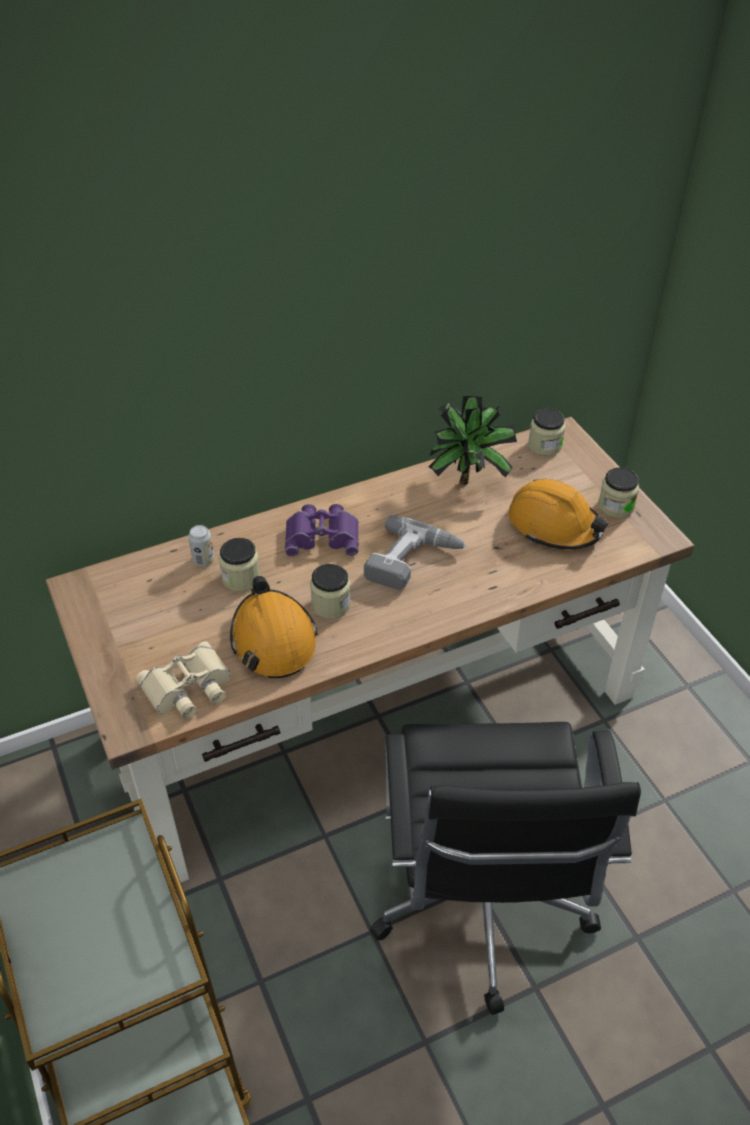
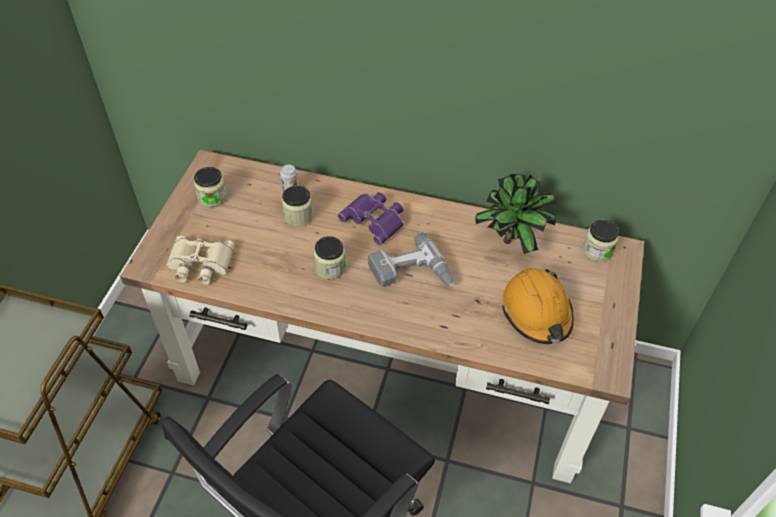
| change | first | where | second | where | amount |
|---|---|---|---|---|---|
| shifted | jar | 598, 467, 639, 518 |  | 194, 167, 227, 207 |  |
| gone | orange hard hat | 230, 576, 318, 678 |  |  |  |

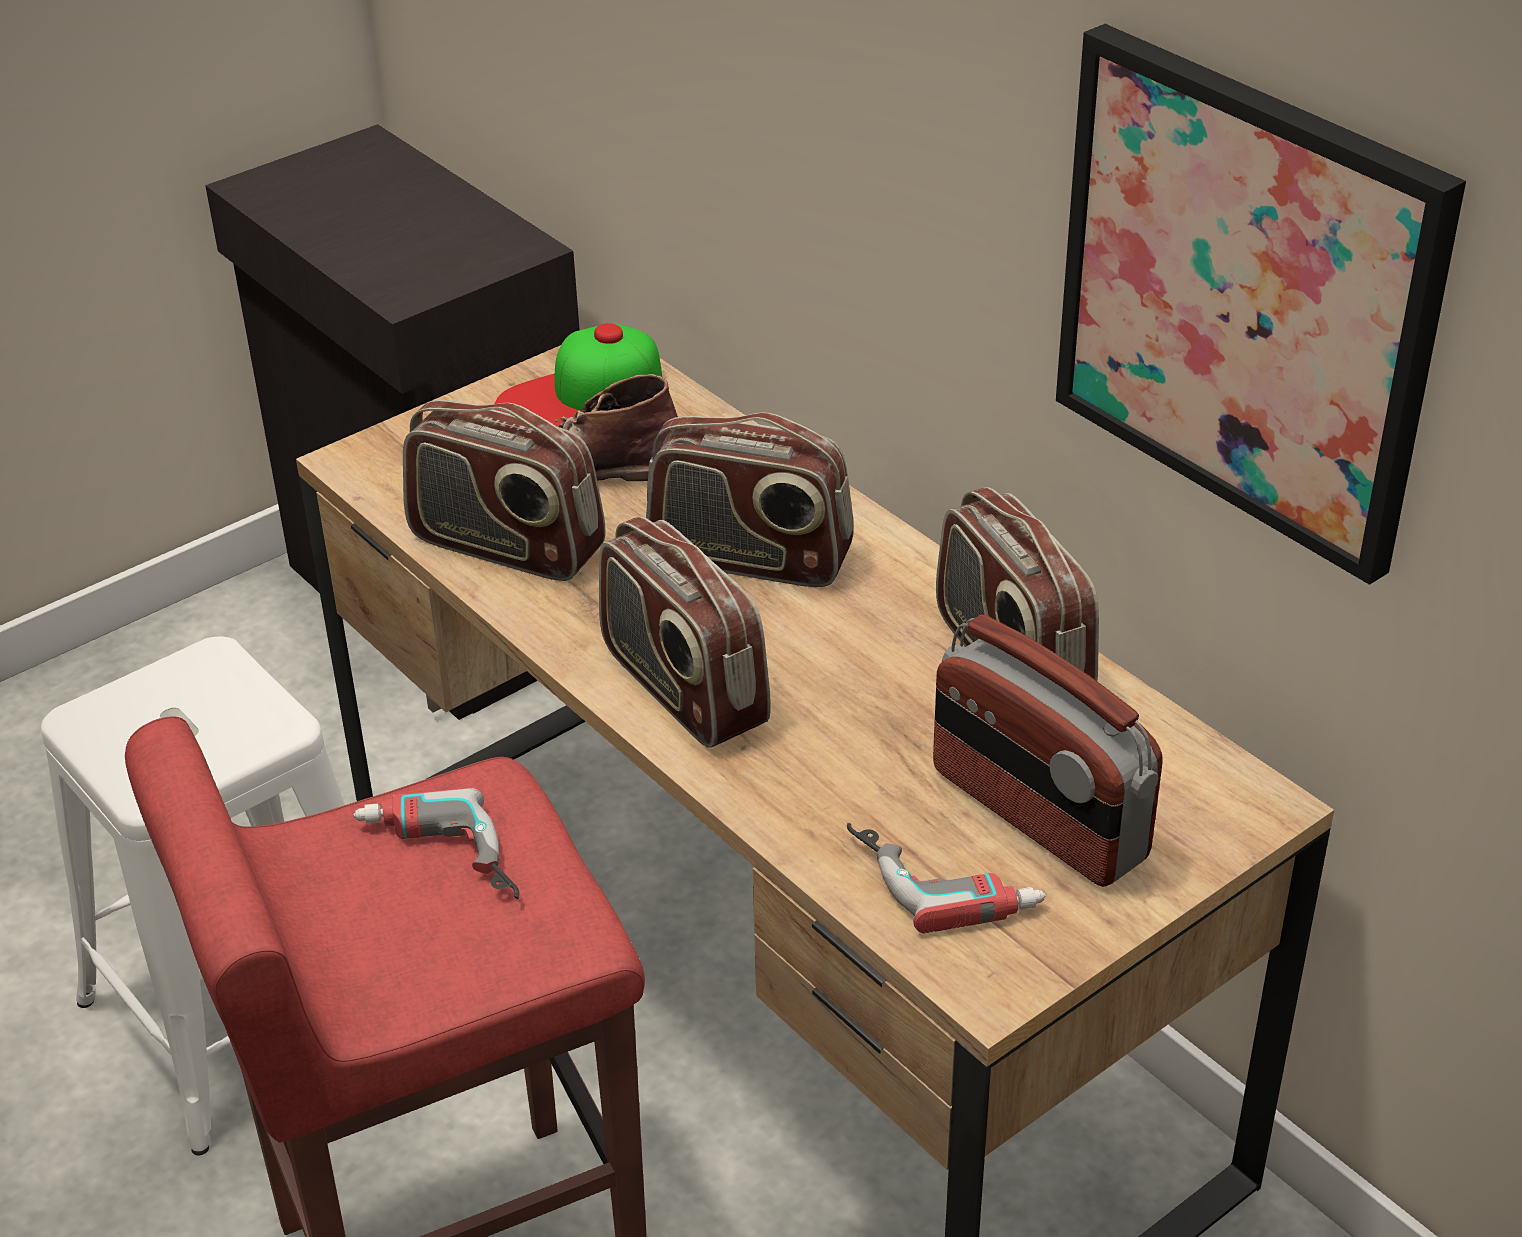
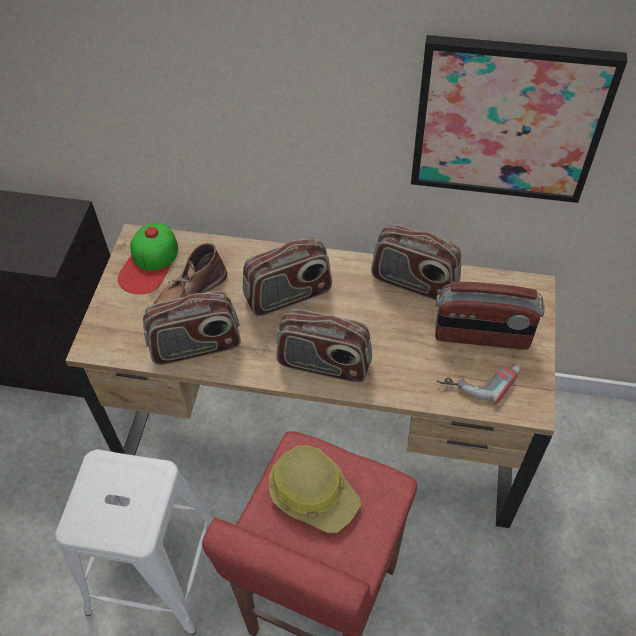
| change | first | where | second | where | amount |
|---|---|---|---|---|---|
| swapped | power drill | 354, 787, 519, 899 | hard hat | 269, 445, 361, 533 |  |

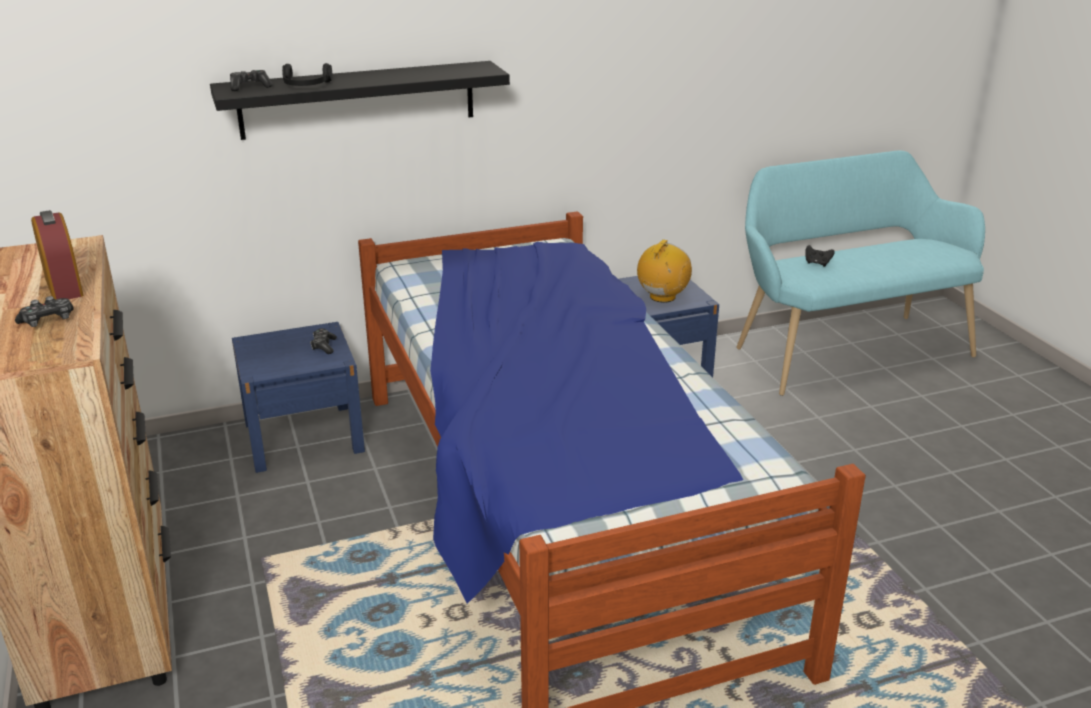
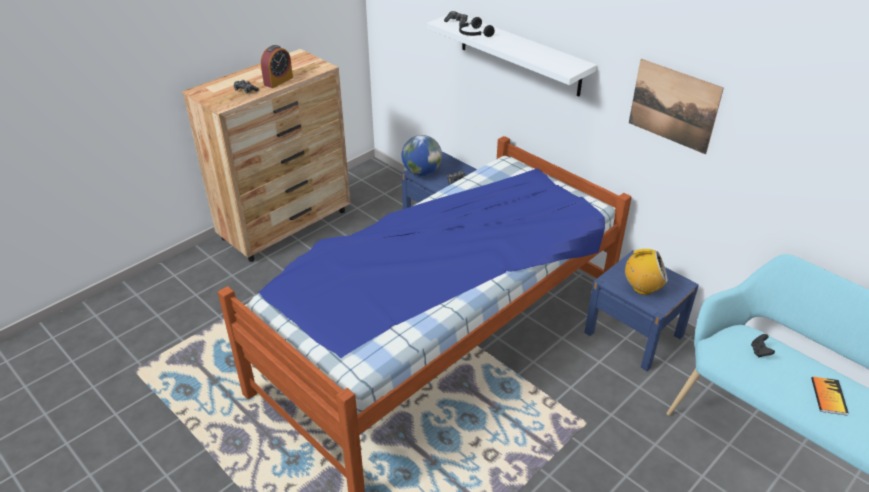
| change | first | where | second | where | amount |
|---|---|---|---|---|---|
| new |  |  | globe | 402, 135, 442, 176 |  |
| repainted | black shelf | 210, 61, 510, 140 | white shelf | 427, 15, 597, 96 |  |
| new |  |  | picture | 629, 59, 724, 154 |  |
| new |  |  | book | 811, 377, 848, 416 |  |

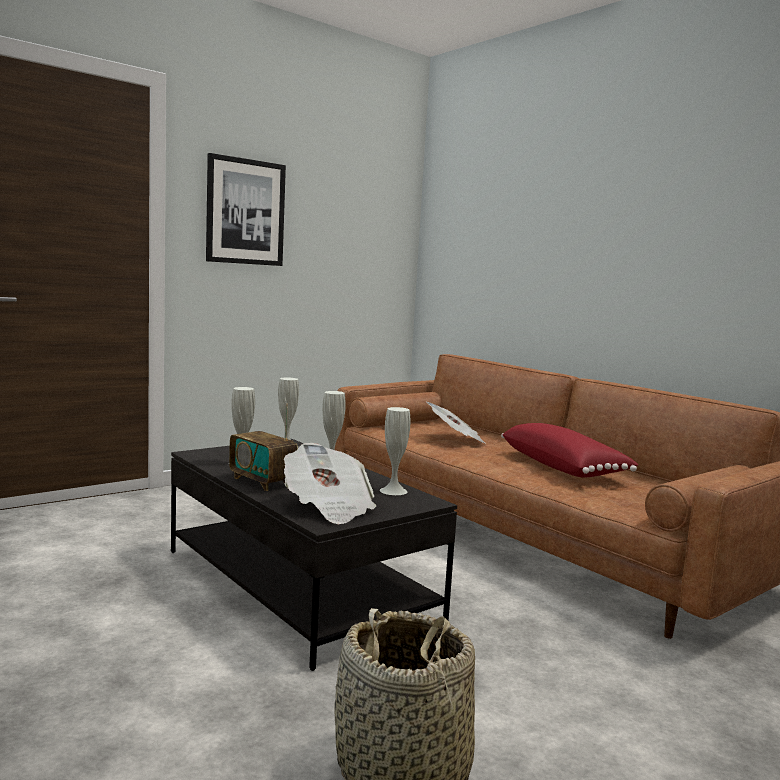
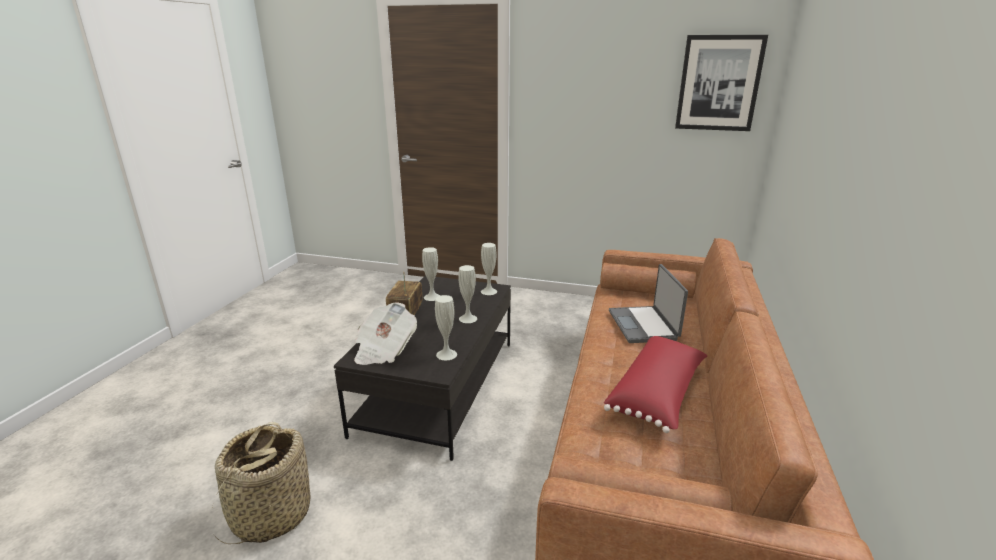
| change | first | where | second | where | amount |
|---|---|---|---|---|---|
| swapped | newspaper | 426, 402, 485, 443 | laptop | 609, 264, 688, 343 |  |
| shifted | picture | 206, 153, 286, 266 |  | 675, 35, 768, 131 |  |

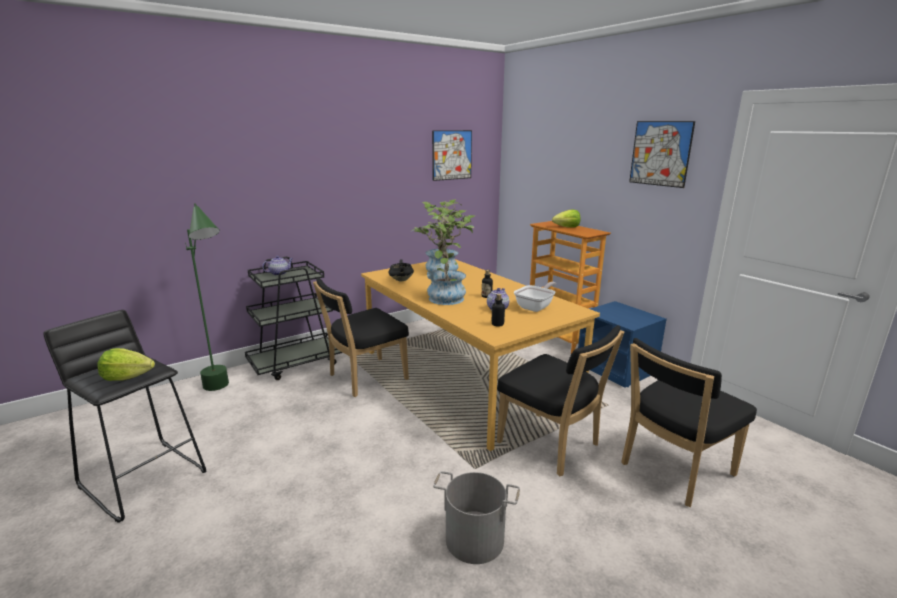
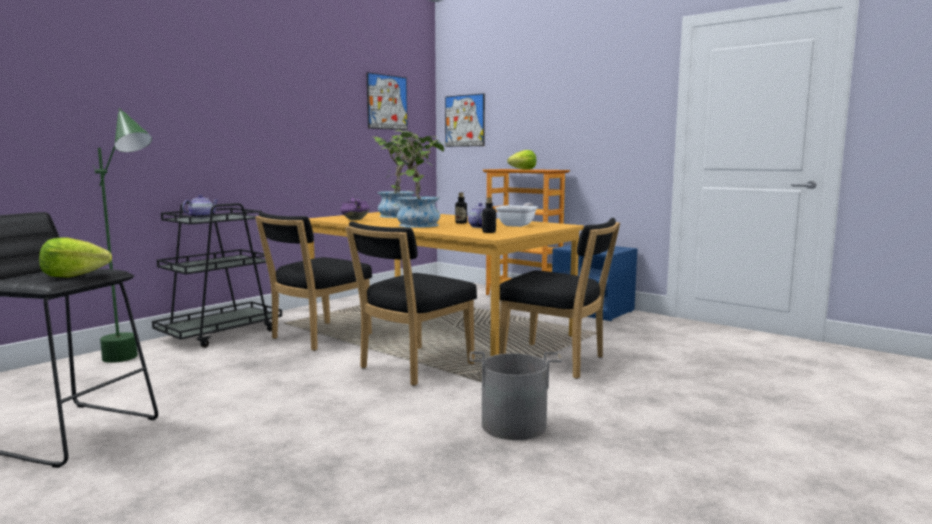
| change | first | where | second | where | amount |
|---|---|---|---|---|---|
| repainted | black cooking pot | 389, 259, 414, 281 | purple cooking pot | 340, 198, 370, 220 |  |
| shifted | black chair | 621, 338, 757, 507 |  | 345, 221, 477, 386 |  |
| shifted | picture | 629, 121, 695, 188 |  | 445, 93, 485, 147 |  |

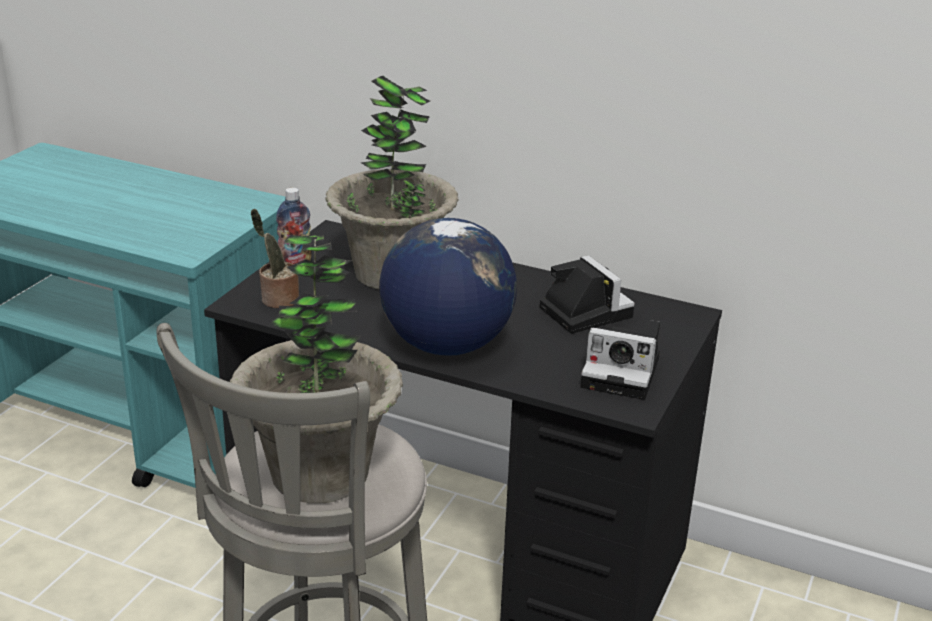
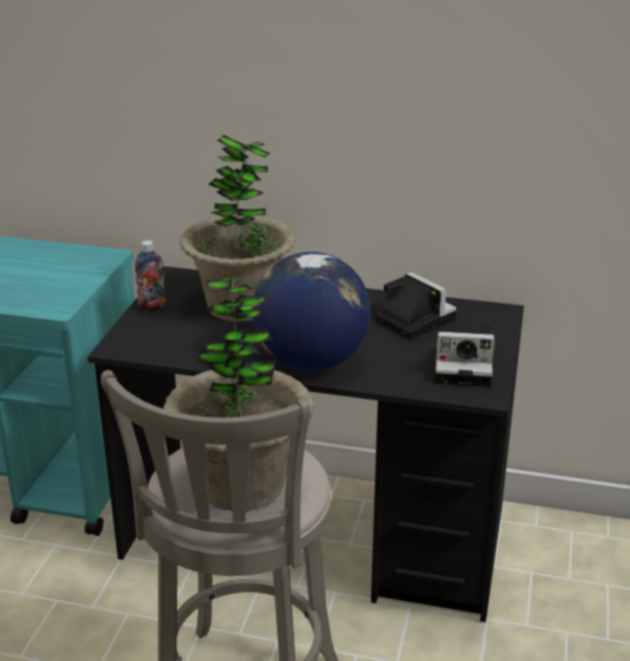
| change | first | where | second | where | amount |
|---|---|---|---|---|---|
| gone | potted plant | 251, 209, 299, 308 |  |  |  |

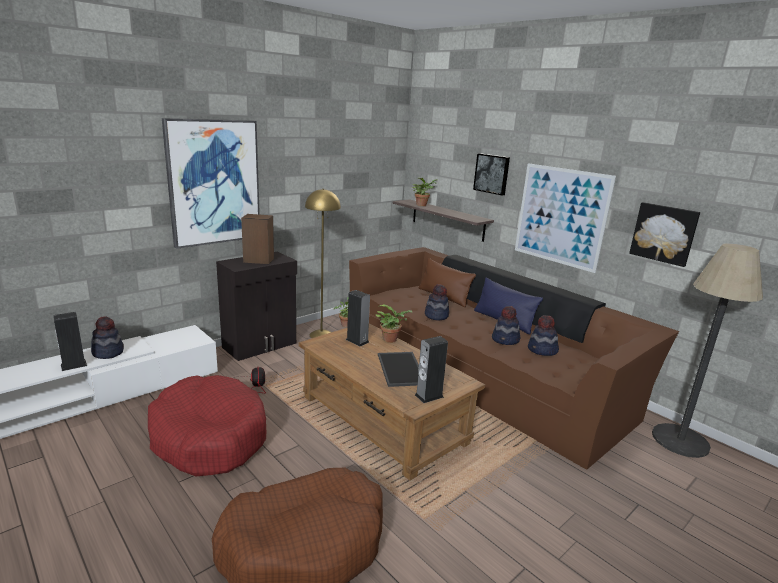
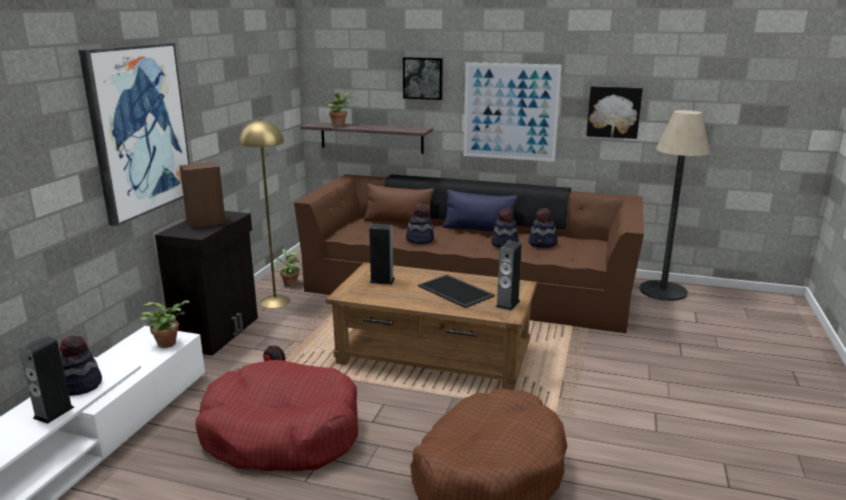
| change | first | where | second | where | amount |
|---|---|---|---|---|---|
| shifted | potted plant | 376, 304, 413, 343 |  | 140, 300, 190, 348 |  |

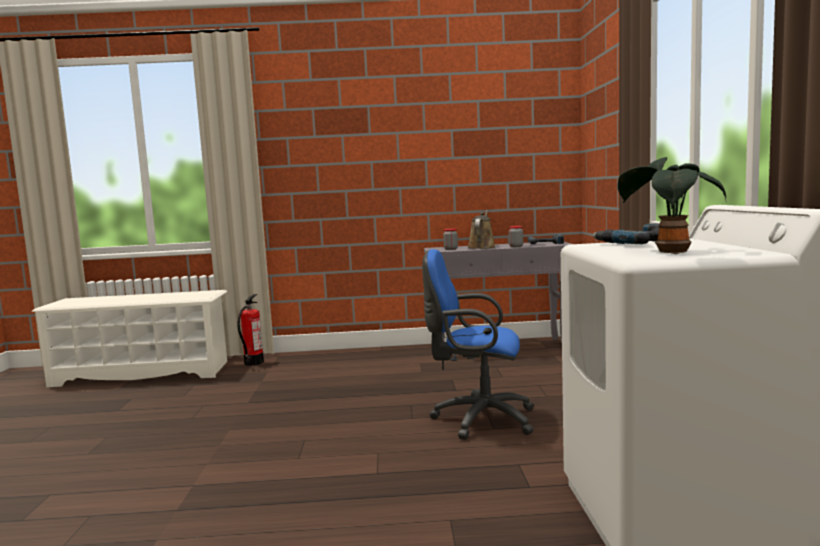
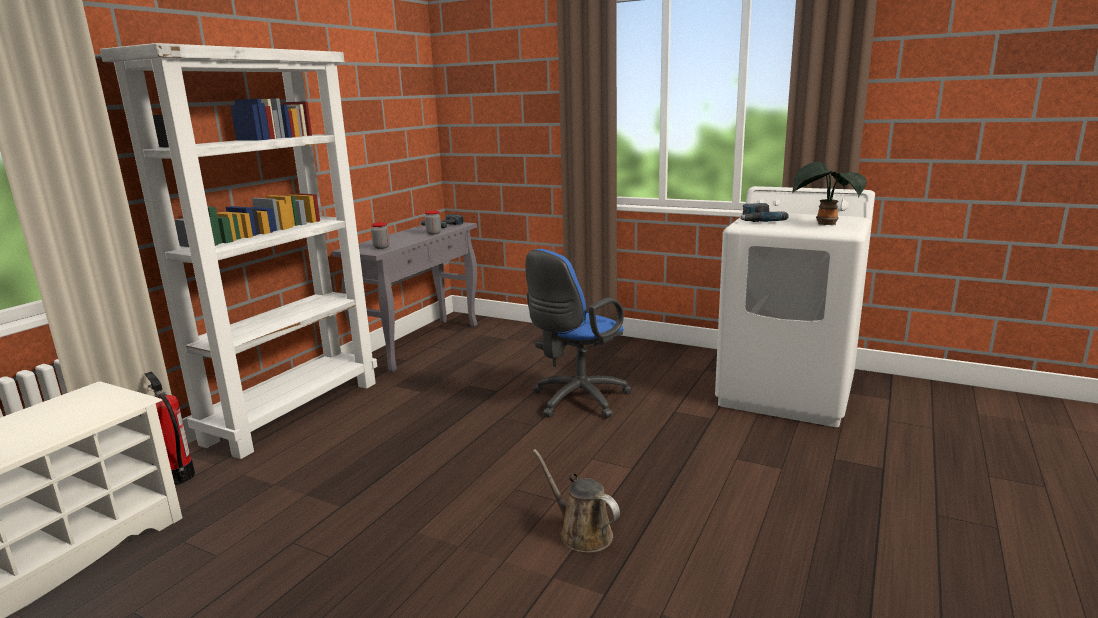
| change | first | where | second | where | amount |
|---|---|---|---|---|---|
| new |  |  | white bookcase | 100, 43, 377, 459 |  |
| shifted | brown watering can | 467, 210, 495, 249 |  | 533, 449, 620, 553 |  |

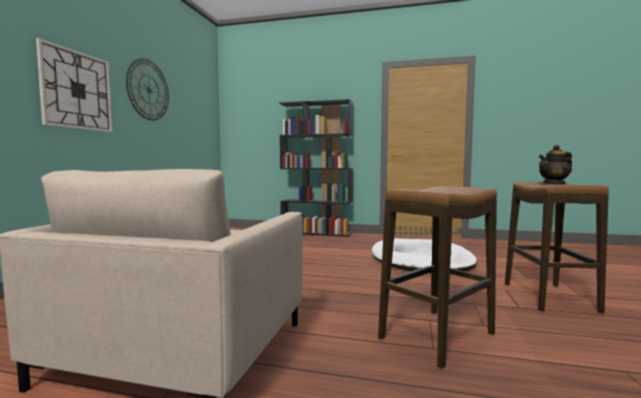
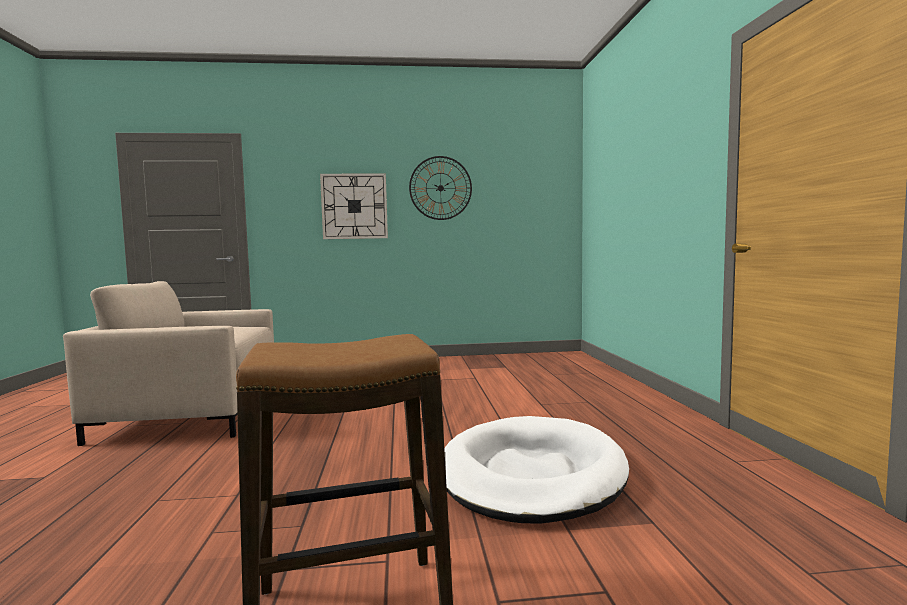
| change | first | where | second | where | amount |
|---|---|---|---|---|---|
| gone | black bookcase | 279, 99, 353, 237 |  |  |  |
| gone | stool | 378, 186, 497, 368 |  |  |  |
| gone | teapot | 539, 145, 572, 185 |  |  |  |

